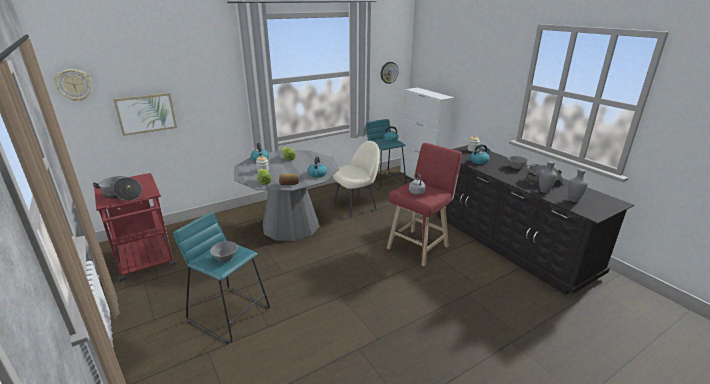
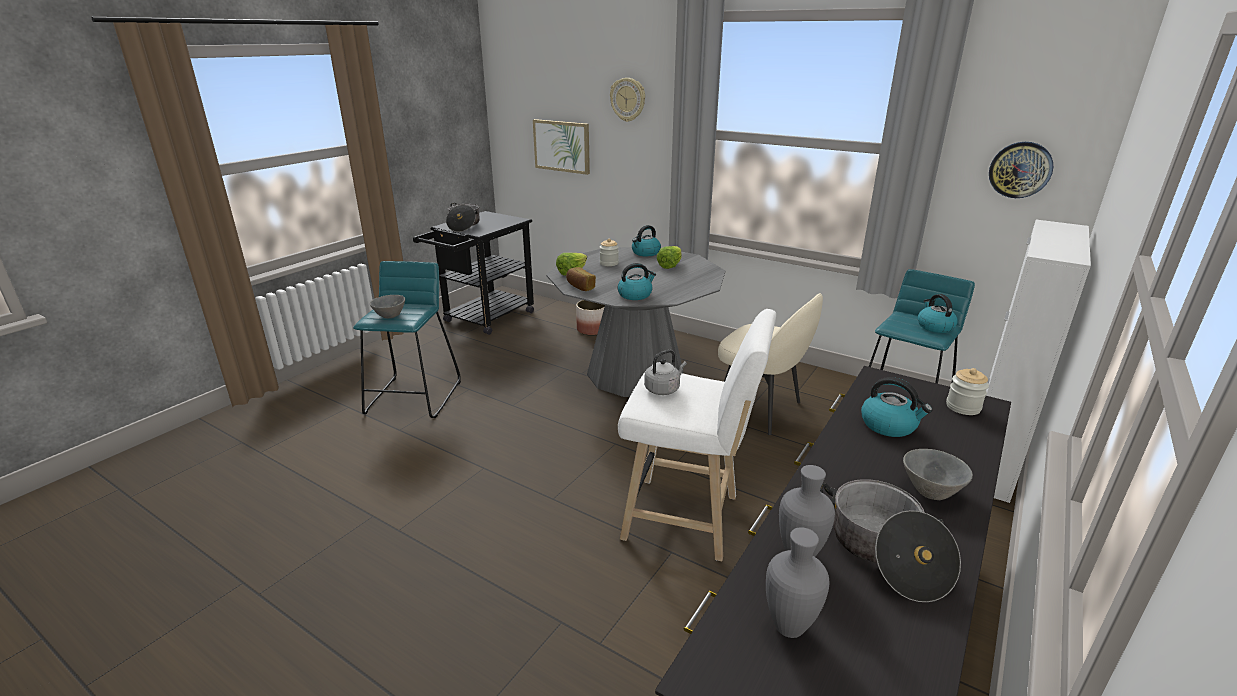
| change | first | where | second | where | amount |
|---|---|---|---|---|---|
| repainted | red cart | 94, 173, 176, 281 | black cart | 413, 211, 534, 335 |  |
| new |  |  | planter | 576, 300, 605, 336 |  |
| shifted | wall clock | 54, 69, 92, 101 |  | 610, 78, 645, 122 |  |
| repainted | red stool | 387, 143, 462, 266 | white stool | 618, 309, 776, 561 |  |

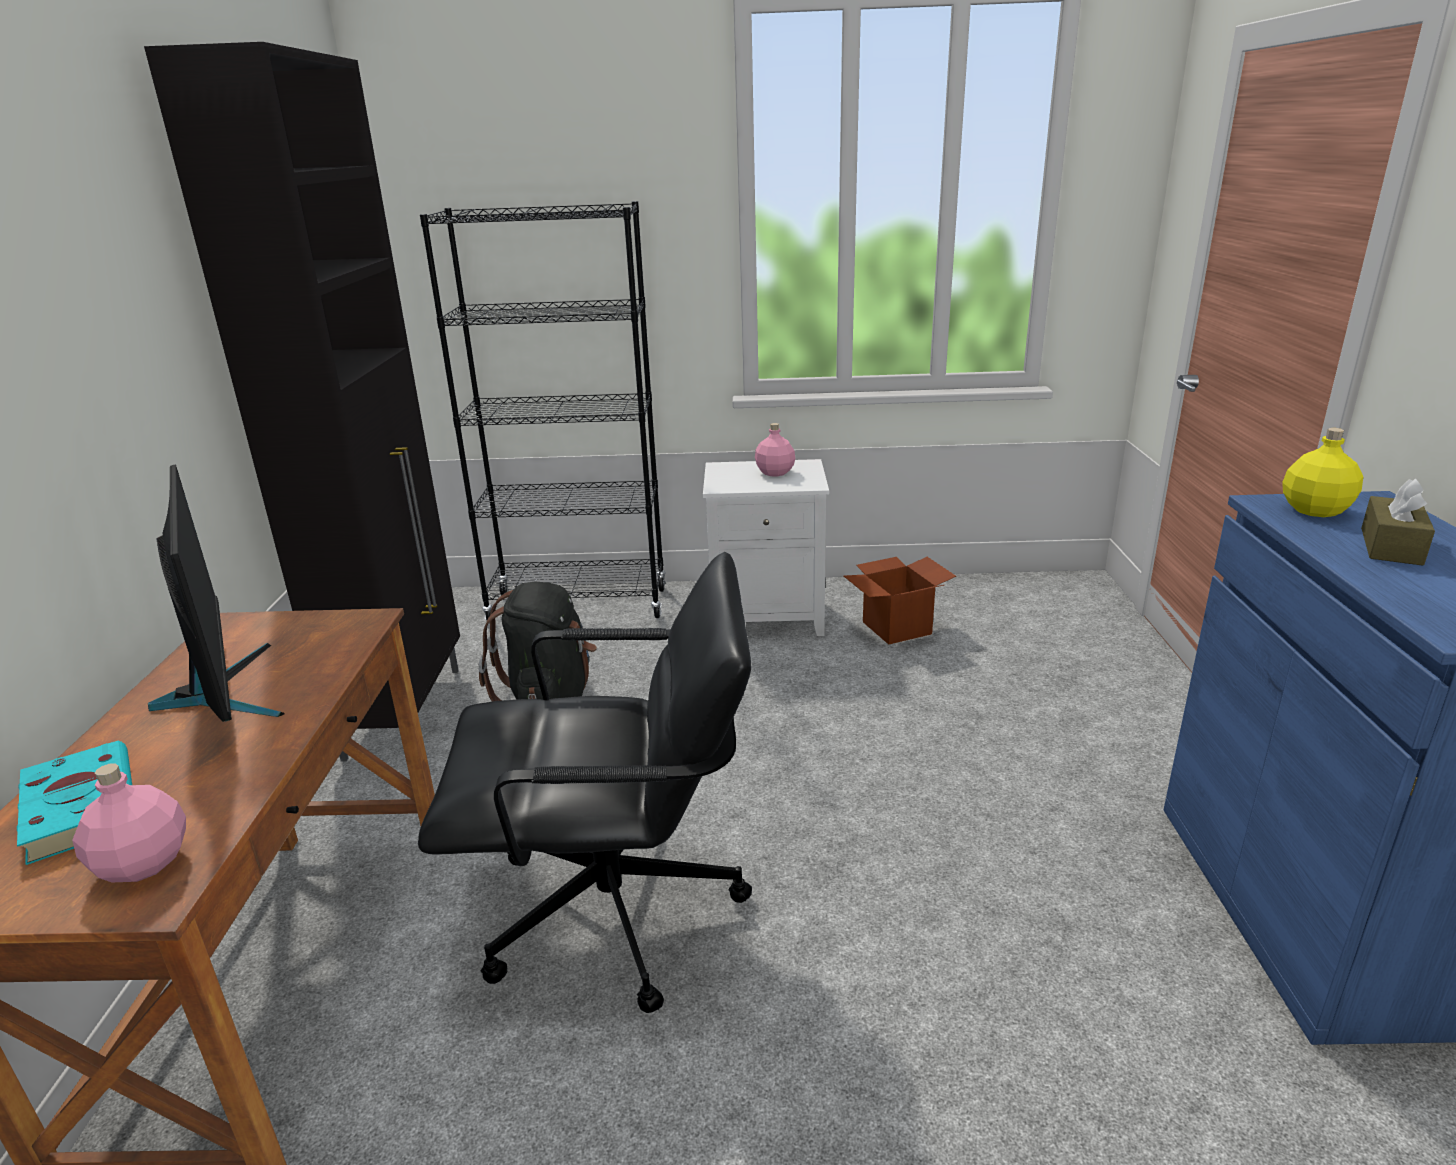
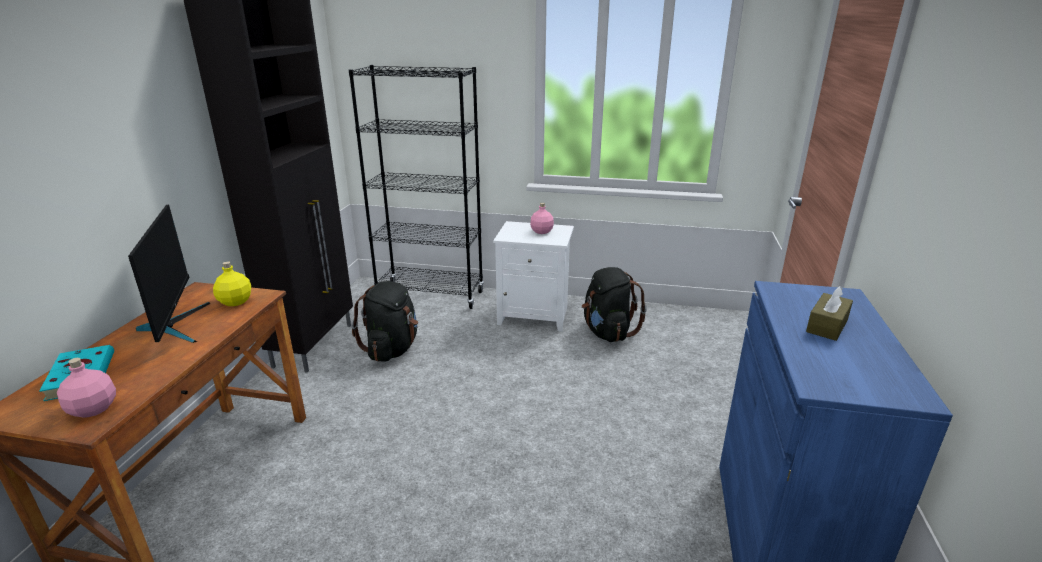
| change | first | where | second | where | amount |
|---|---|---|---|---|---|
| shifted | yellow bottle | 1282, 428, 1363, 517 |  | 213, 261, 251, 306 |  |
| swapped | cardboard box | 844, 557, 956, 645 | black backpack | 582, 267, 647, 342 |  |
| gone | black office chair | 418, 552, 752, 1013 |  |  |  |

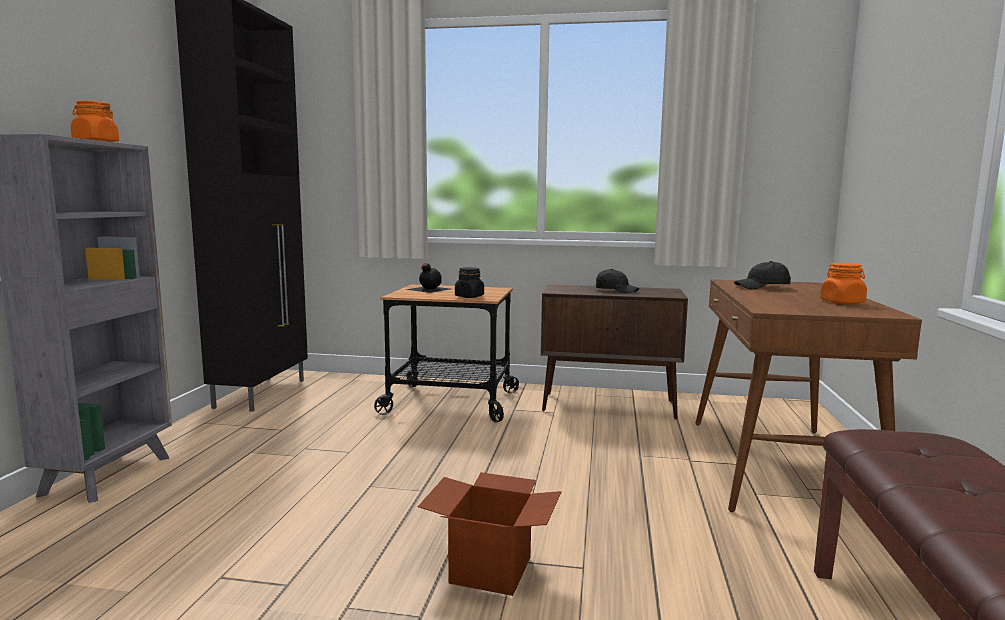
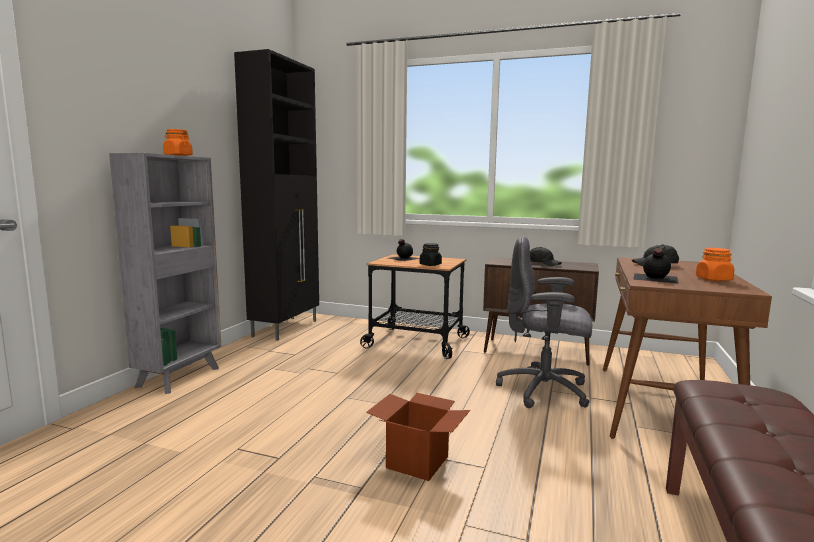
| change | first | where | second | where | amount |
|---|---|---|---|---|---|
| new |  |  | grey office chair | 496, 237, 592, 408 |  |
| new |  |  | black bottle | 633, 248, 679, 284 |  |

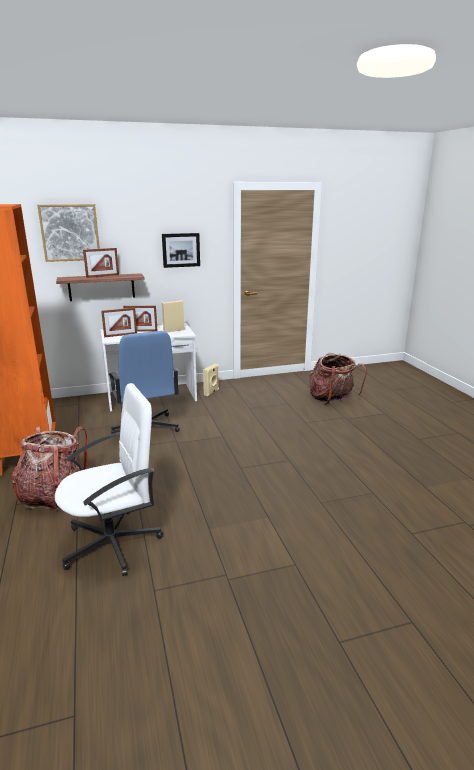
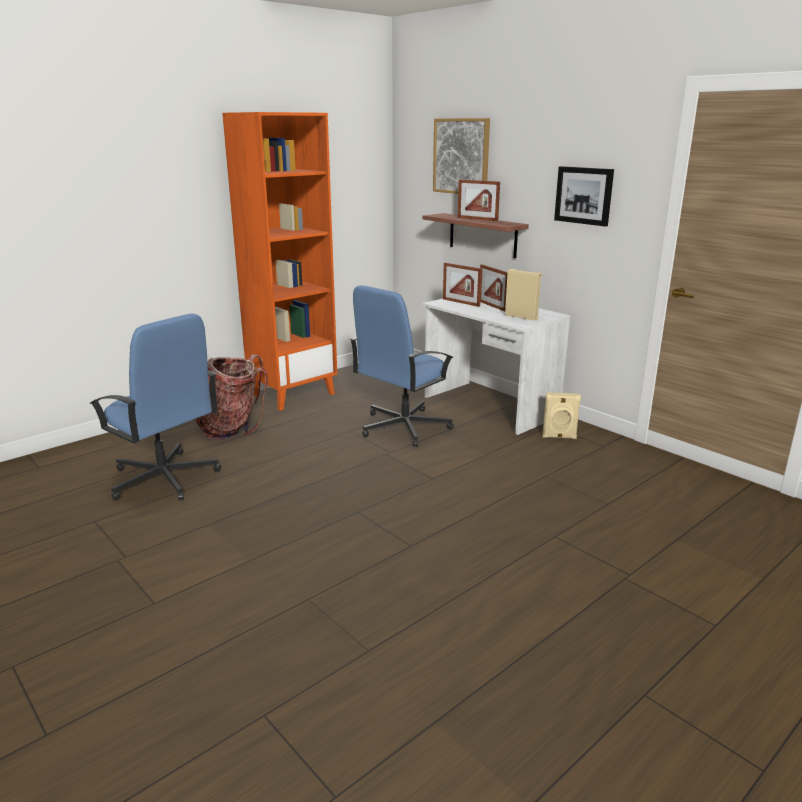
| change | first | where | second | where | amount |
|---|---|---|---|---|---|
| repainted | white office chair | 55, 383, 163, 576 | blue office chair | 89, 314, 221, 501 |  |
| gone | backpack | 309, 353, 367, 404 |  |  |  |

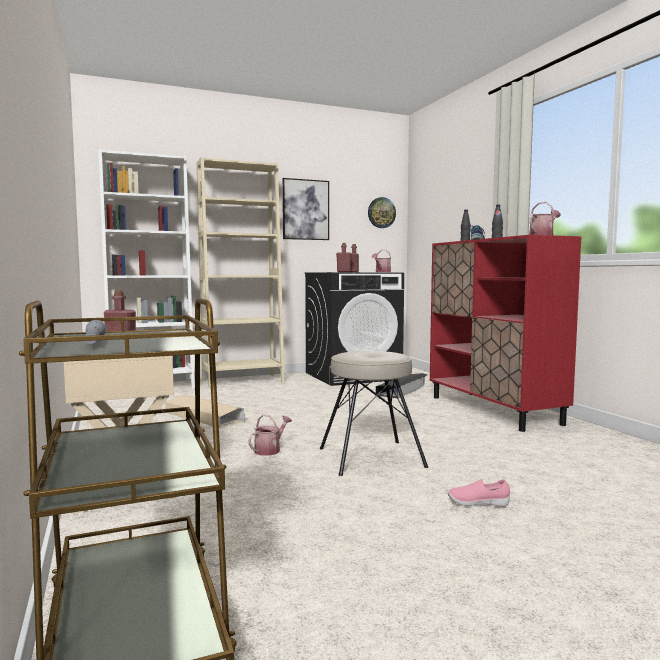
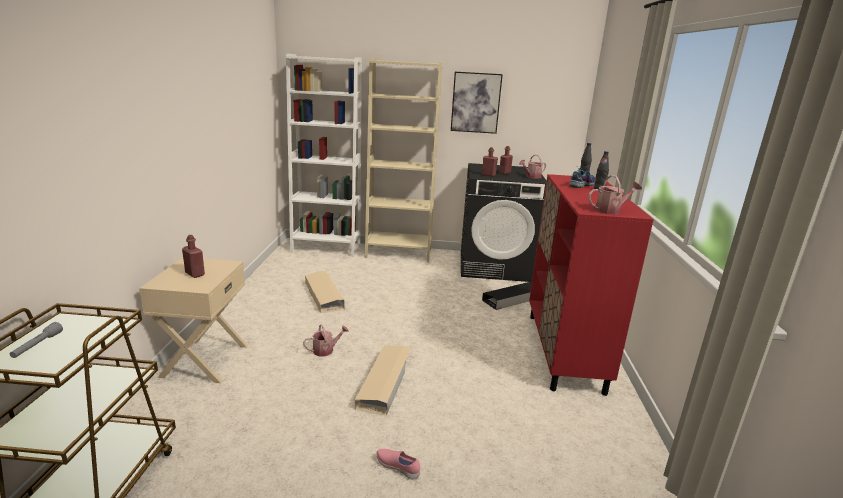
| change | first | where | second | where | amount |
|---|---|---|---|---|---|
| swapped | beige stool | 320, 351, 428, 476 | beige storage box | 355, 346, 411, 416 |  |
| gone | wall clock | 368, 197, 396, 228 |  |  |  |

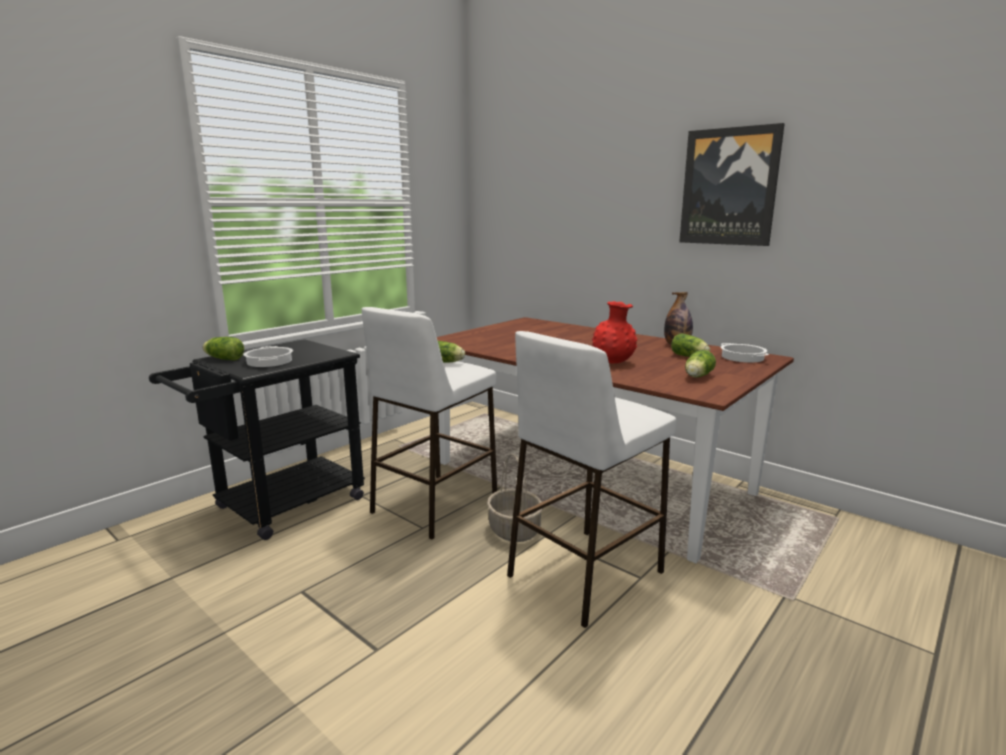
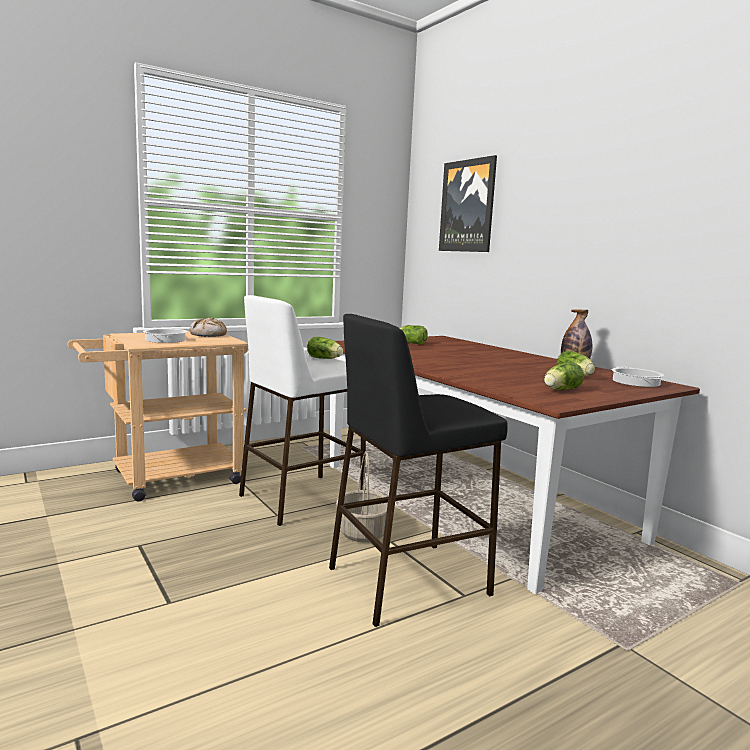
| change | first | where | second | where | amount |
|---|---|---|---|---|---|
| repainted | black cart | 149, 339, 365, 540 | beige cart | 67, 331, 248, 502 |  |
| new |  |  | bread | 190, 318, 227, 337 |  |
| repainted | white stool | 507, 331, 676, 628 | black stool | 329, 314, 508, 627 |  |
| shifted | lettuce | 203, 337, 244, 361 |  | 400, 325, 428, 345 |  |
| shifted | picture | 679, 123, 785, 246 |  | 439, 155, 497, 252 |  |
| gone | red vase | 592, 301, 637, 363 |  |  |  |

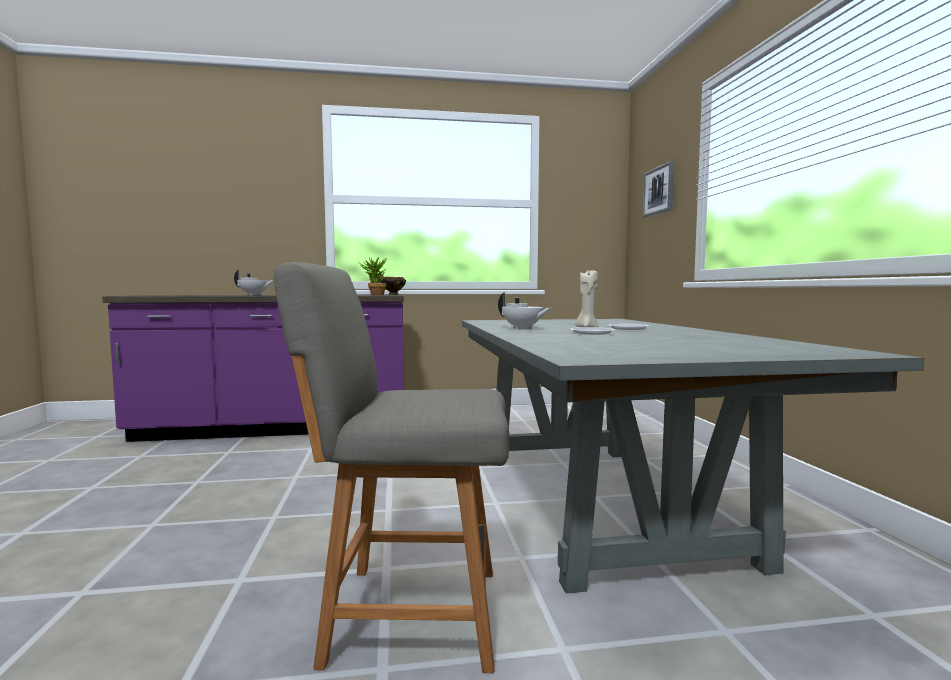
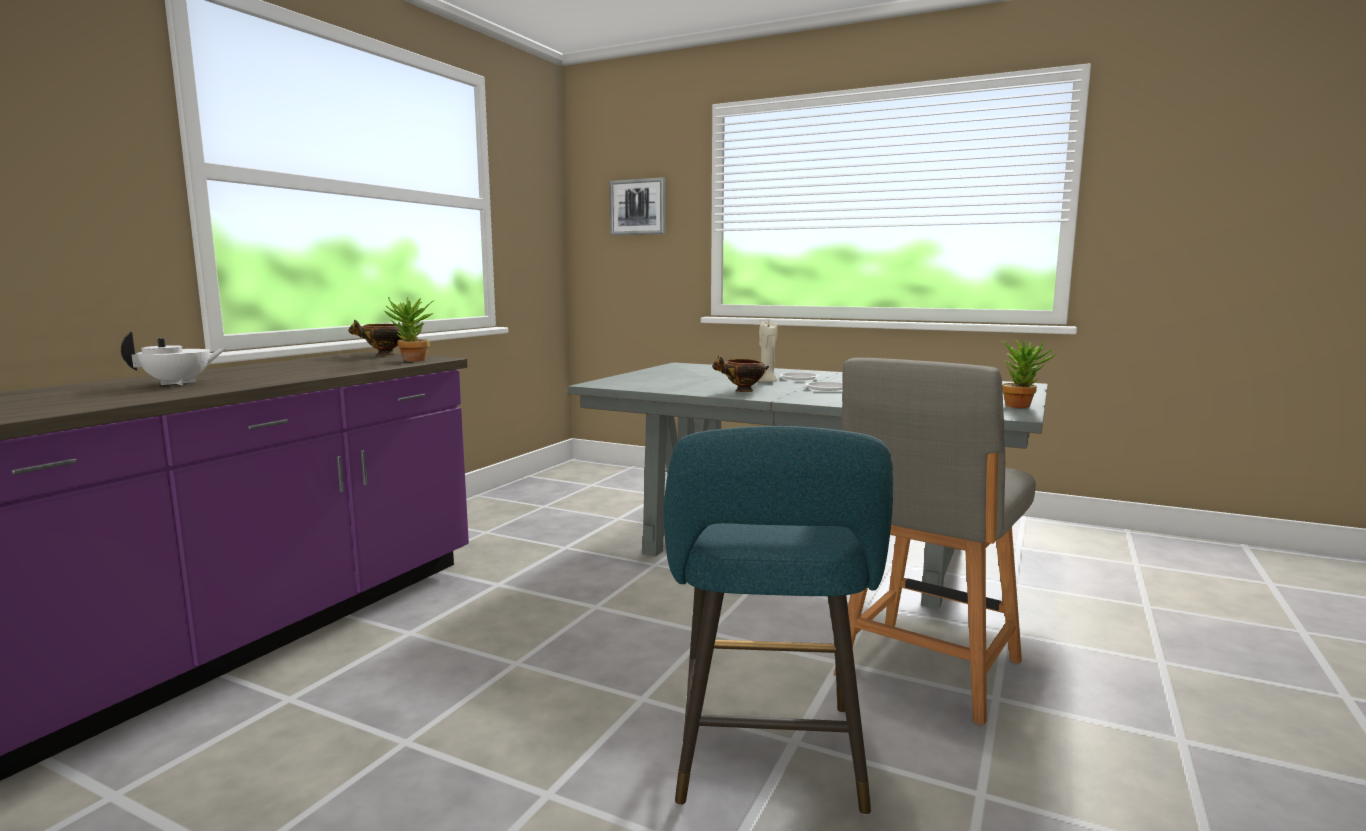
| change | first | where | second | where | amount |
|---|---|---|---|---|---|
| new |  |  | turquoise stool | 664, 426, 893, 815 |  |
| swapped | white teapot | 498, 292, 551, 329 | bowl | 712, 356, 769, 392 |  |
| new |  |  | potted plant | 1001, 340, 1057, 408 |  |

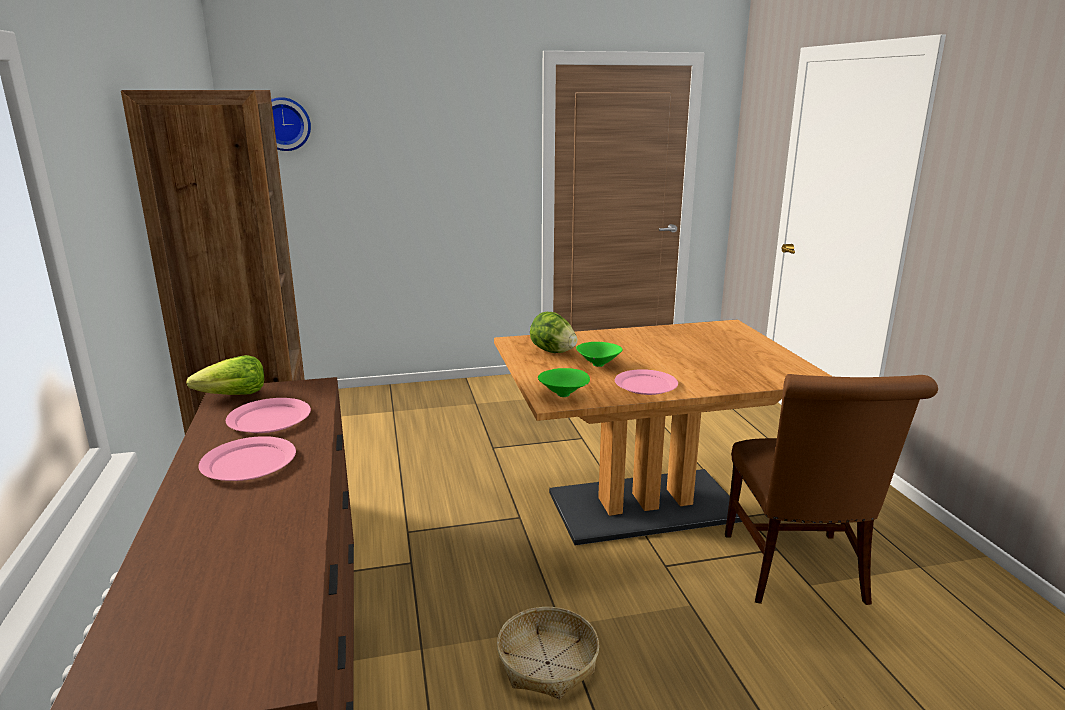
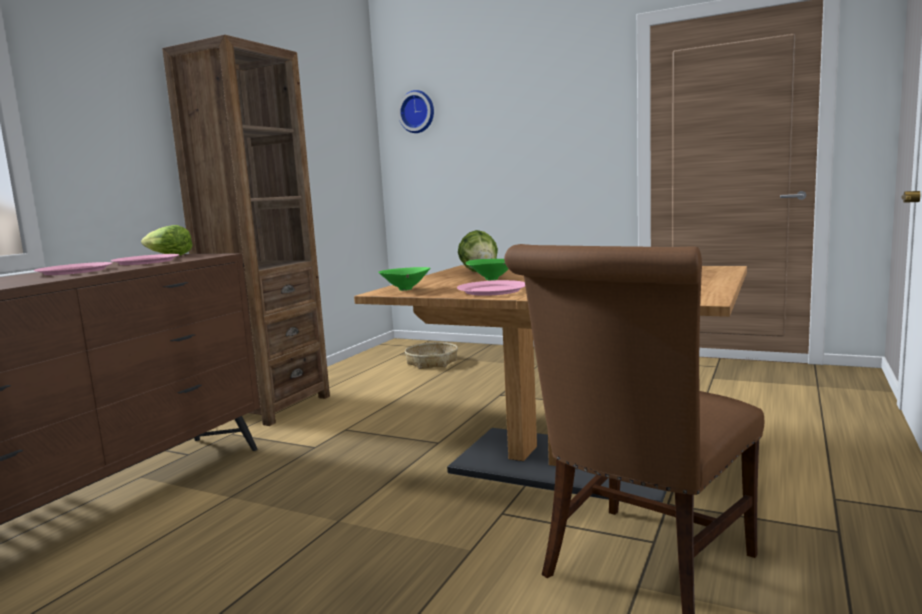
| change | first | where | second | where | amount |
|---|---|---|---|---|---|
| shifted | basket | 497, 607, 599, 699 |  | 405, 342, 458, 369 |  |

